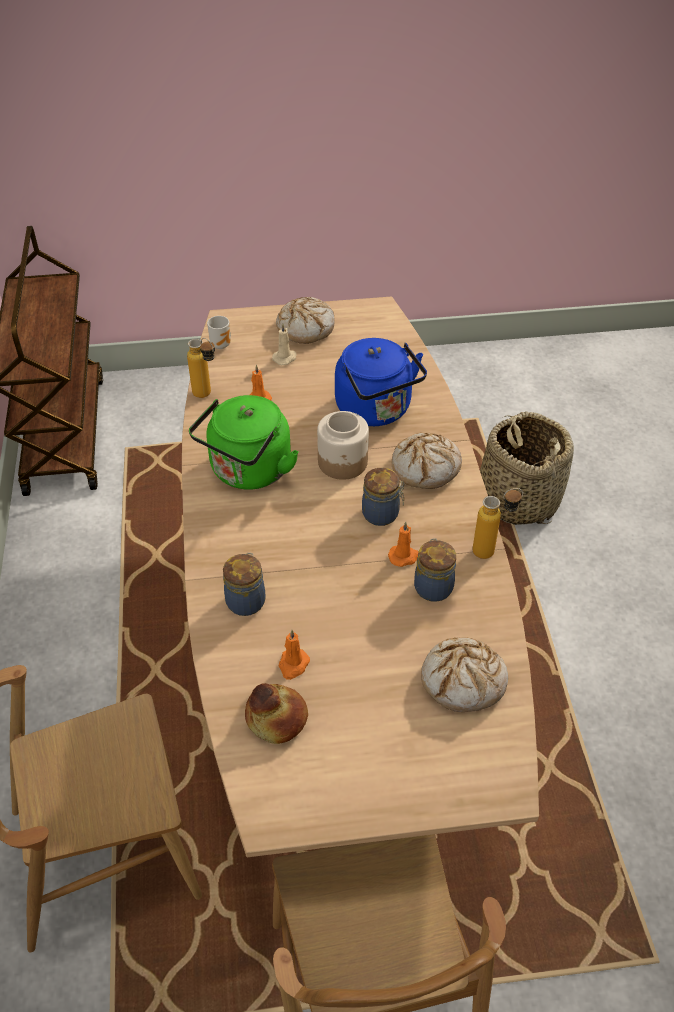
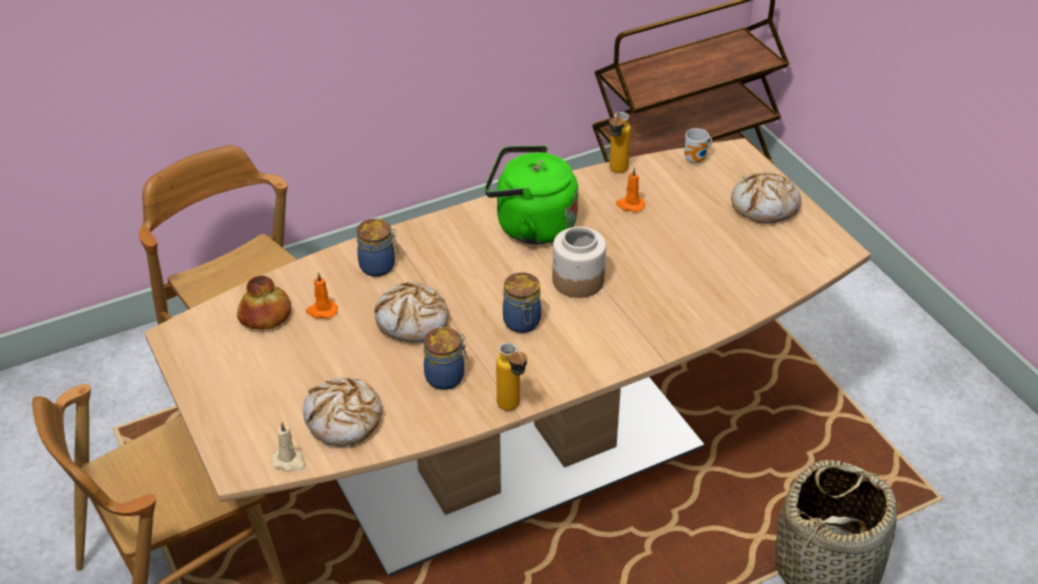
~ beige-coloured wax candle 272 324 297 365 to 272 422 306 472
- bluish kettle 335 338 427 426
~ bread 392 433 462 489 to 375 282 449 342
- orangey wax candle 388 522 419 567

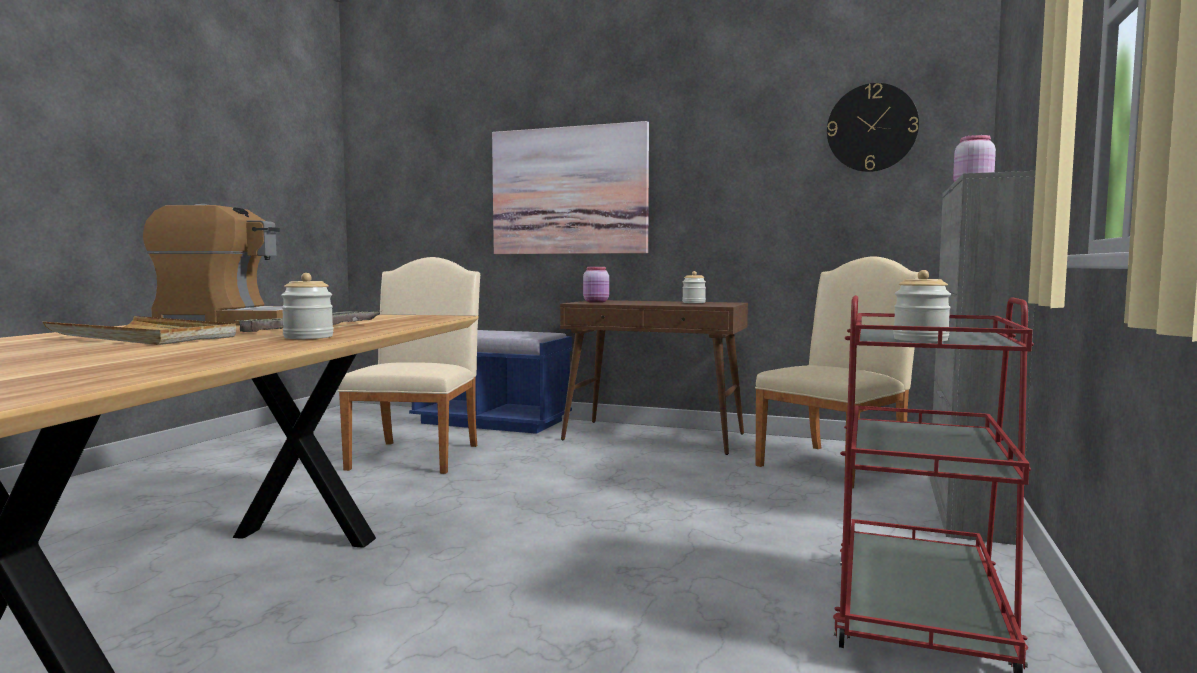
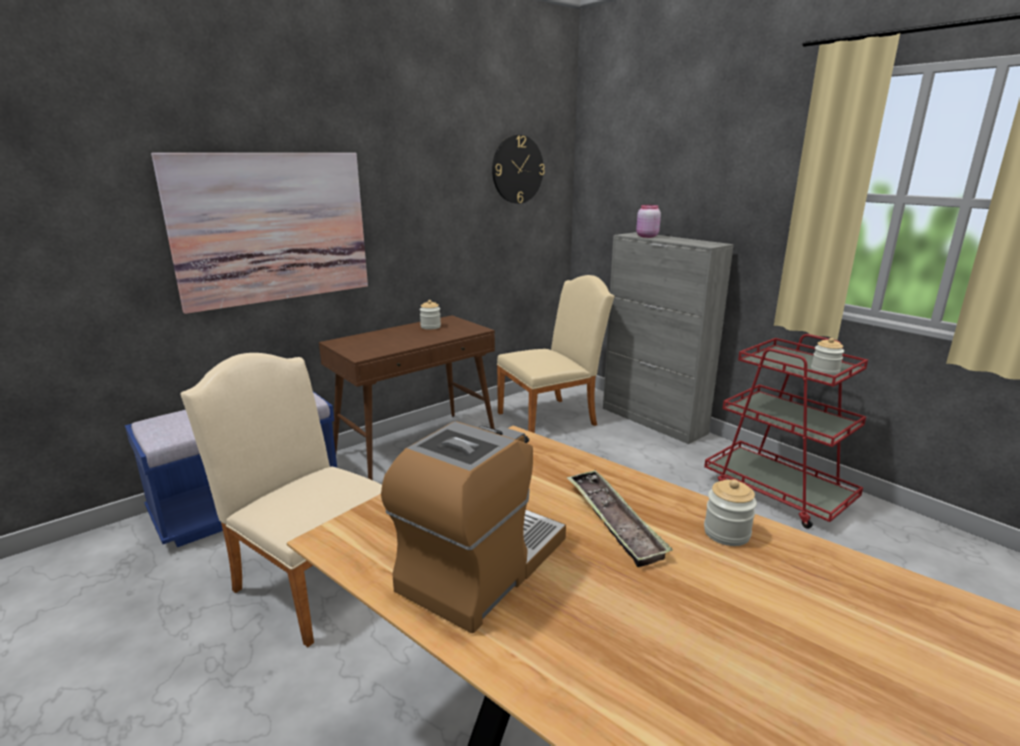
~ beige-coloured plain chair 755 256 919 488 = 497 275 615 433 75 degrees clockwise
- pinkish storage jar 583 267 609 303
- beige-coloured serving tray 43 316 236 345

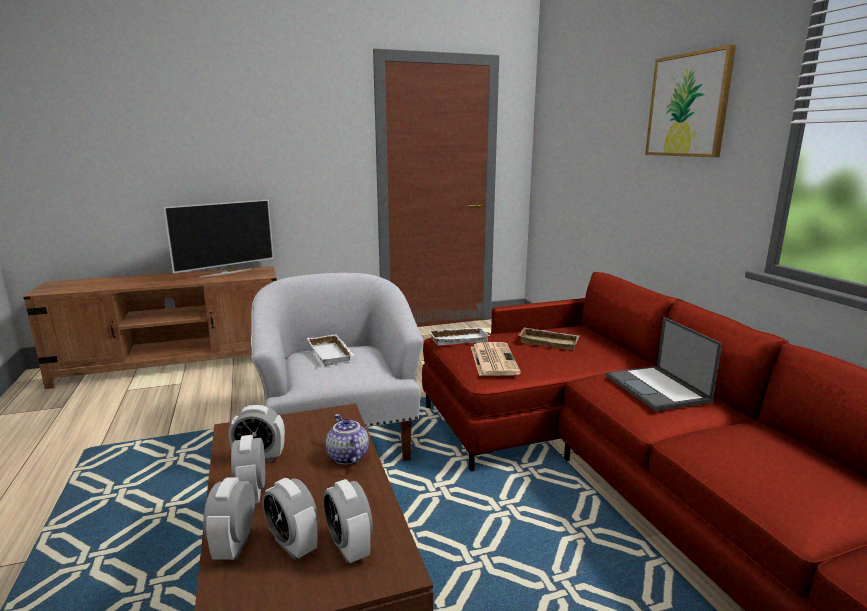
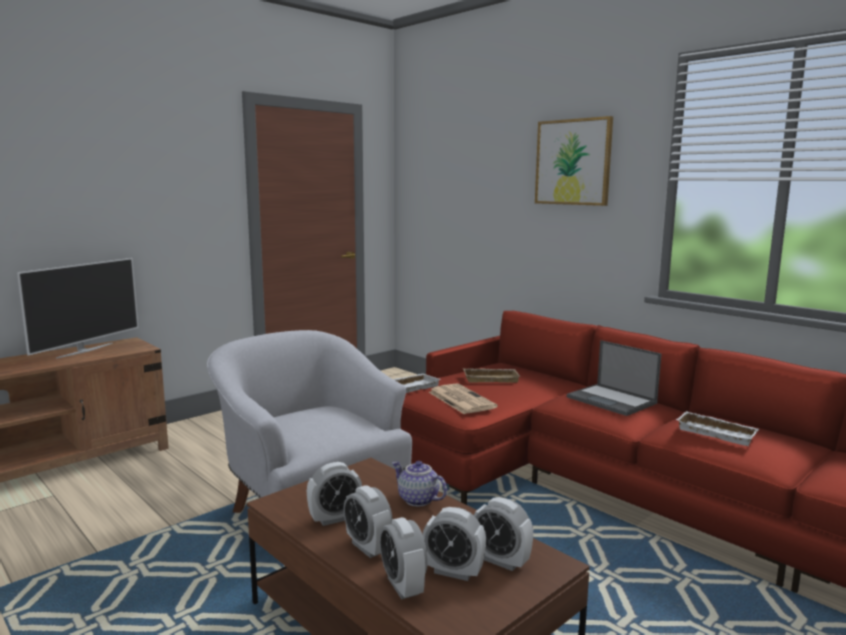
~ white-coloured serving tray 307 334 354 366 to 676 411 759 446

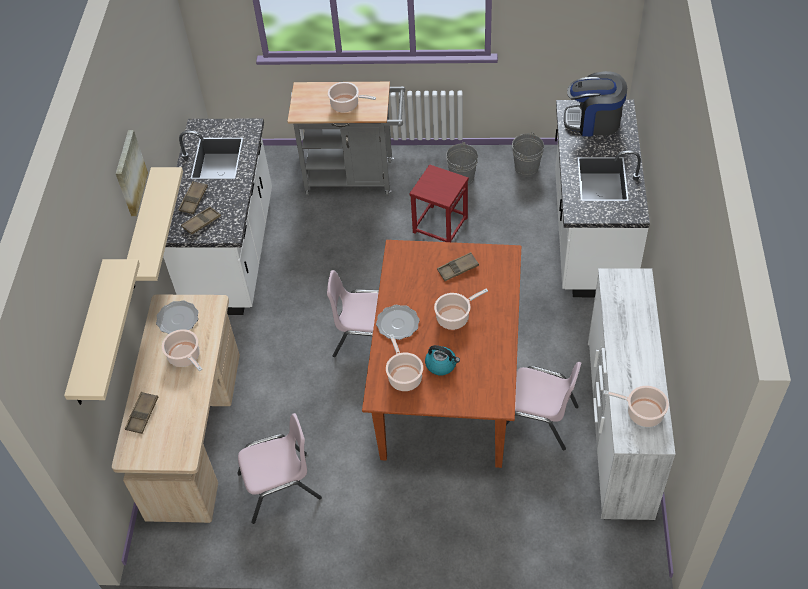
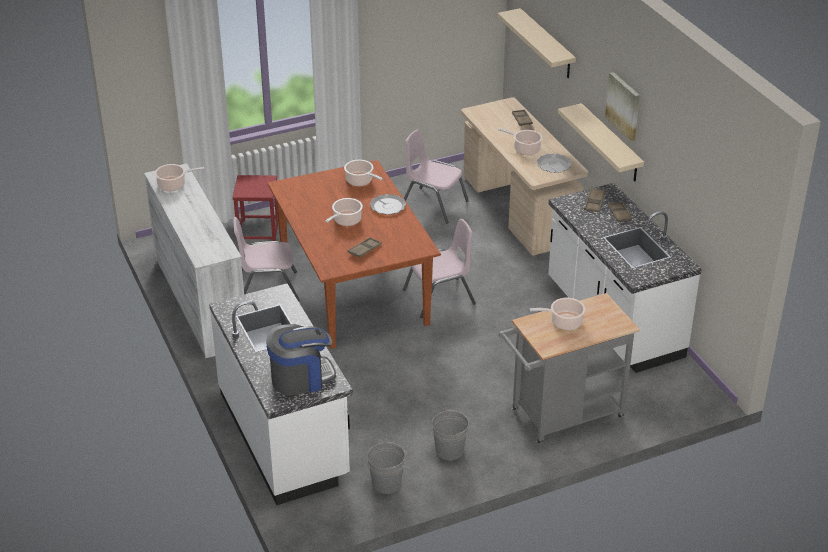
~ red stool 409 165 469 242 to 233 175 278 242
- kettle 425 345 460 375
~ pinkish plain chair 237 413 322 524 = 404 130 469 223 75 degrees clockwise

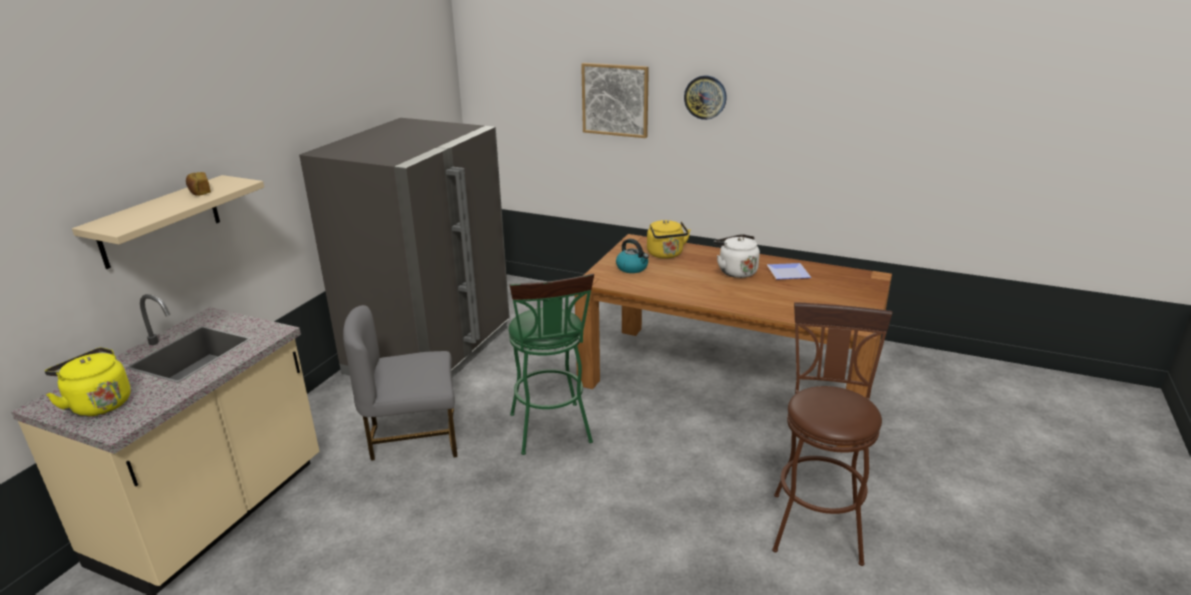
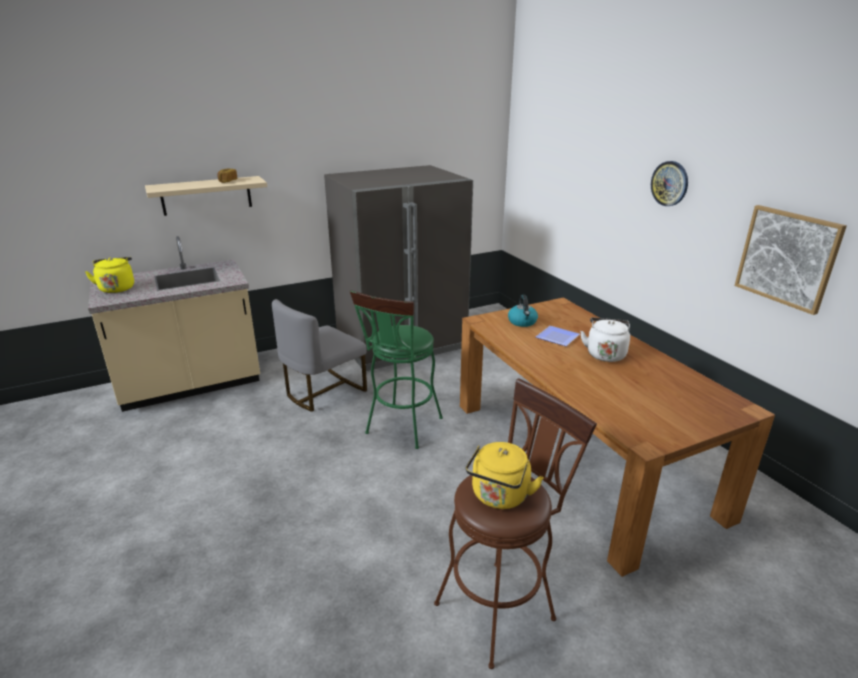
~ wall art 581 63 649 138 to 734 205 847 315
~ yellowish kettle 647 220 691 259 to 466 442 544 509
~ dinner plate 767 263 811 279 to 536 326 580 346
~ greyish plain chair 343 305 457 461 = 272 299 367 412 75 degrees counterclockwise

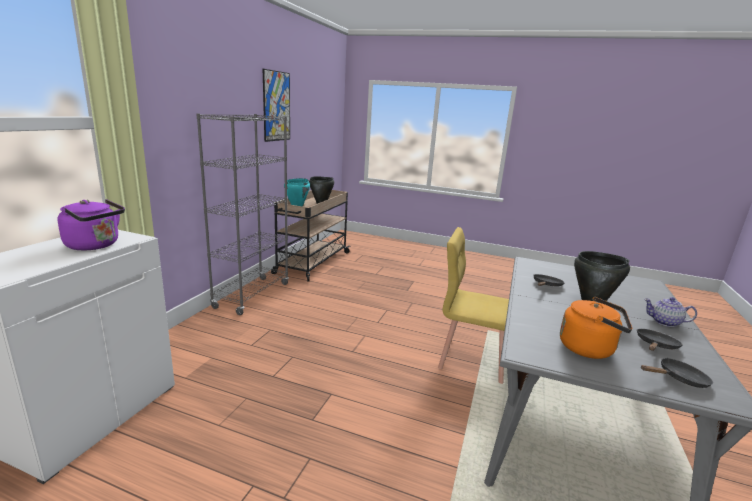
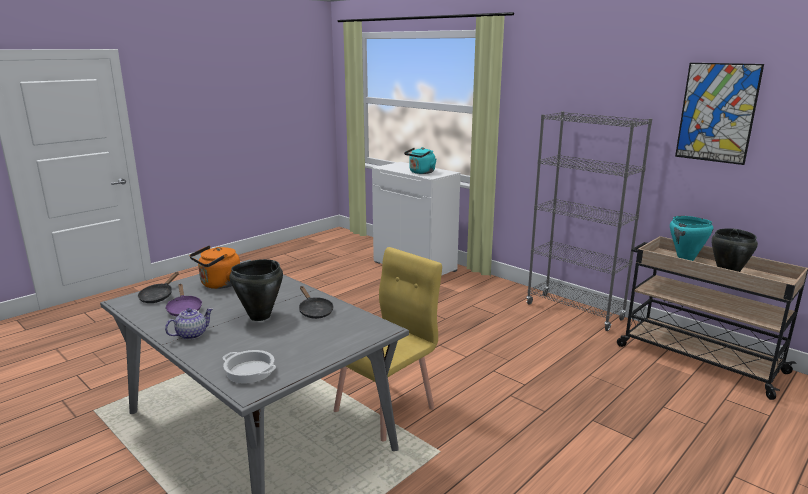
~ purple-coloured kettle 57 199 125 250 to turquoise kettle 404 147 436 174
~ black-coloured frying pan 637 329 683 351 to purple-coloured frying pan 165 284 202 316
+ saucepot 223 350 276 383

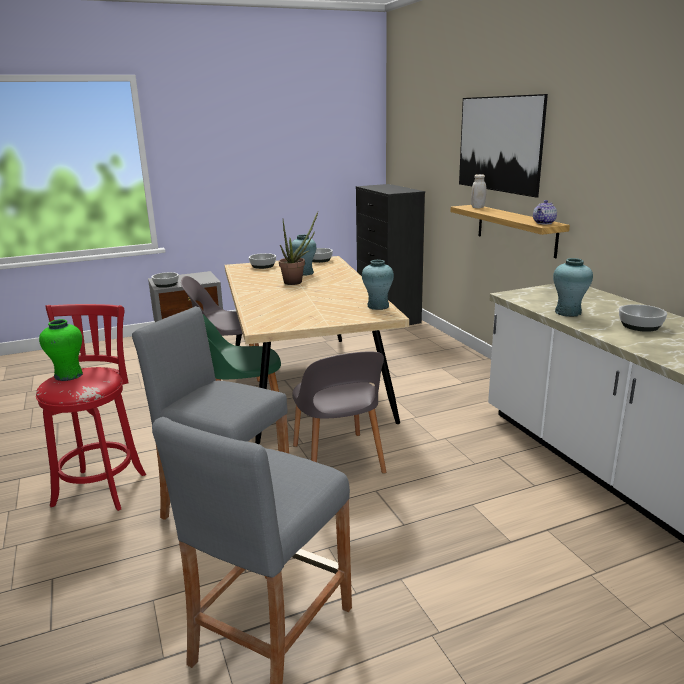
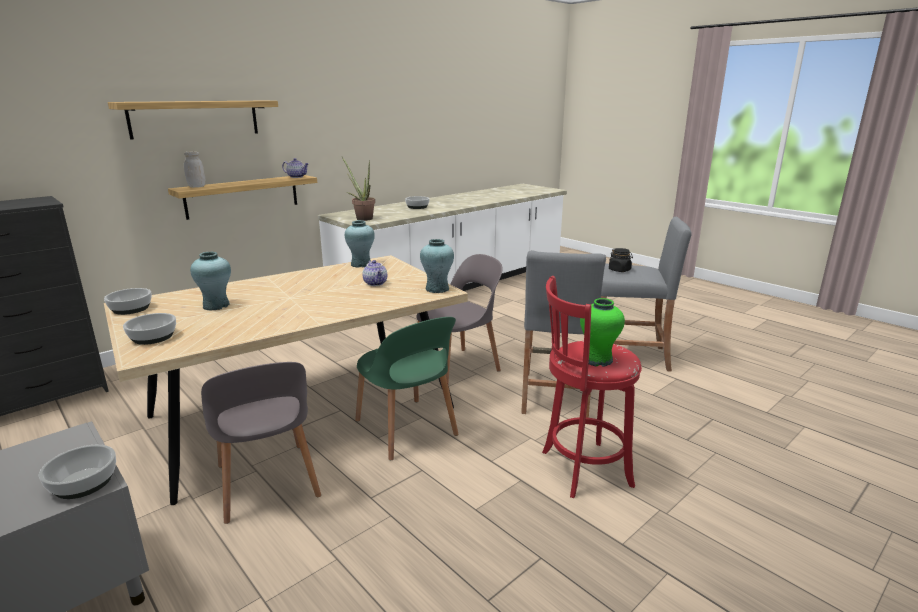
~ wall art 459 94 548 198 to shelf 108 101 278 140
~ houseplant 279 212 318 285 to 342 157 375 221
~ turquoise flower vase 553 258 593 317 to 420 239 454 293
+ black-coloured storage jar 609 248 633 272
+ teapot 363 260 387 286

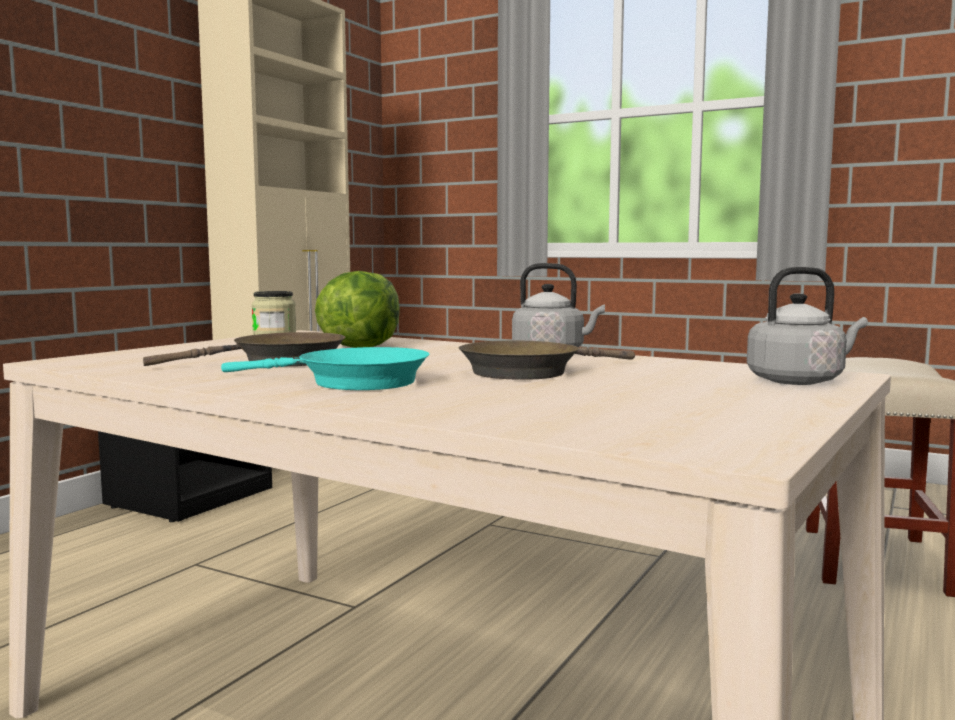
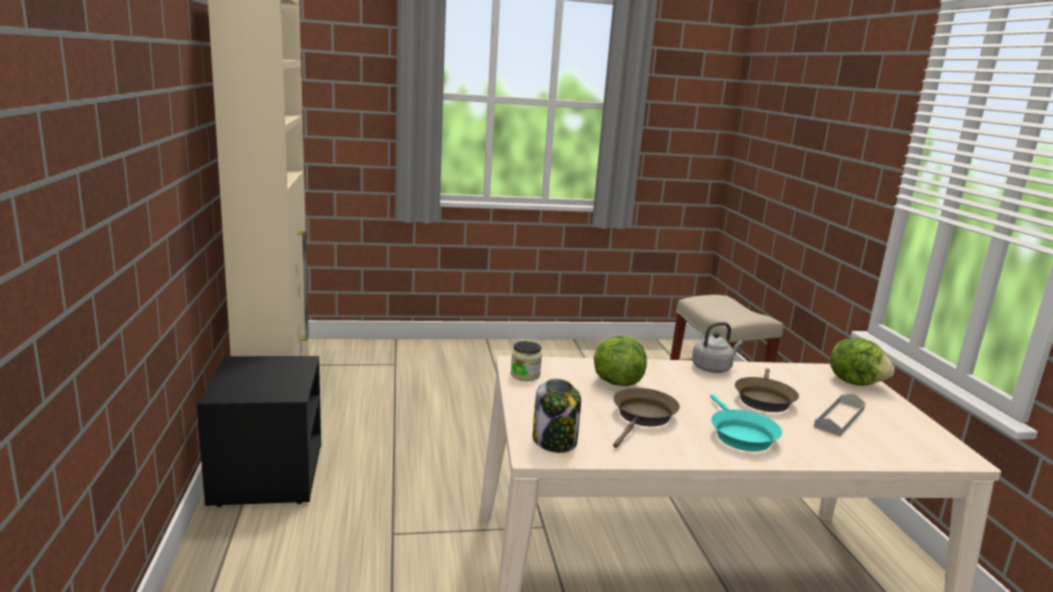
~ greyish kettle 747 267 868 385 to lettuce head 830 338 895 386
~ turquoise frying pan 221 347 430 390 = 710 394 782 451 105 degrees clockwise
+ storage jar 533 379 581 453
+ greyish serving tray 814 394 866 436

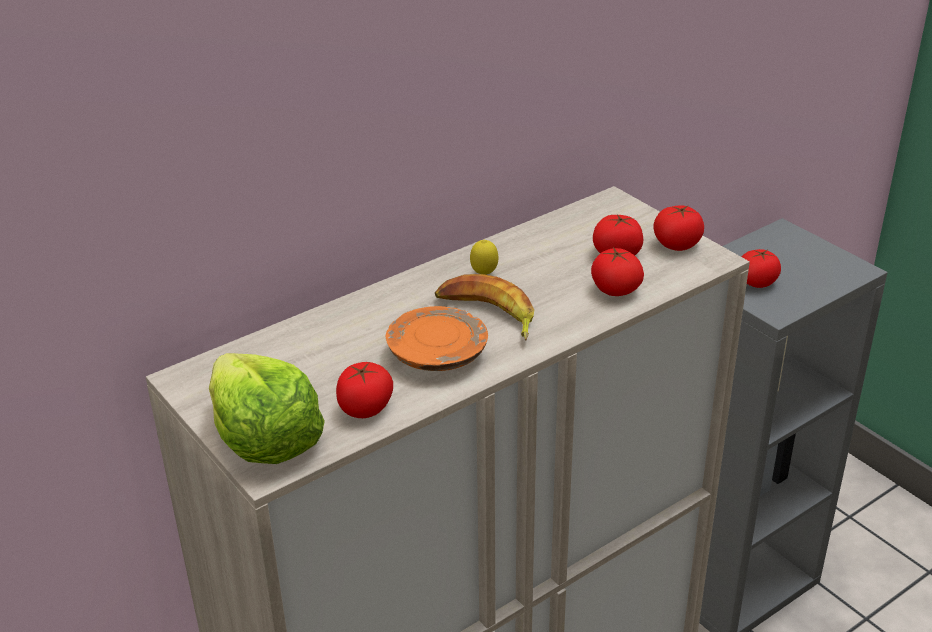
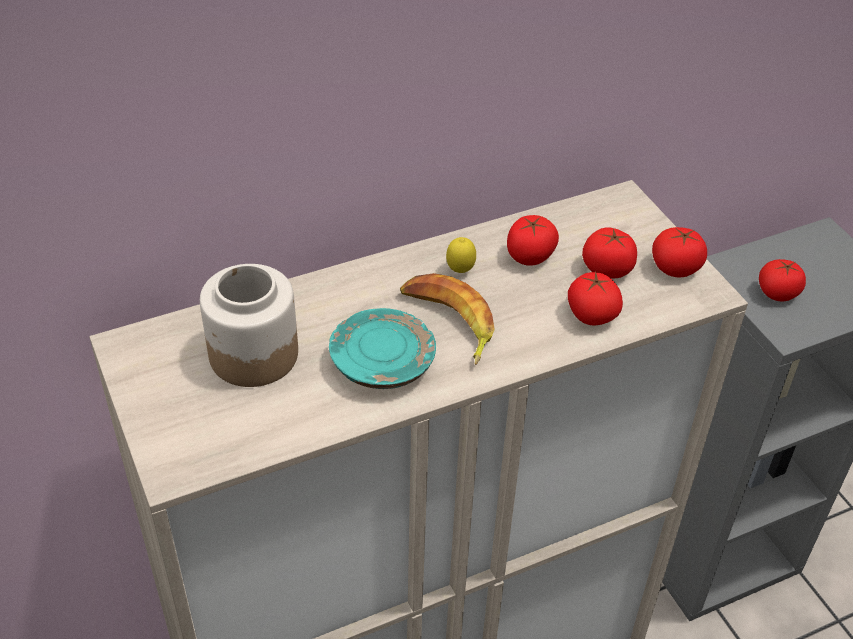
~ orangey dinner plate 386 306 488 371 to turquoise dinner plate 329 308 436 389
- lettuce head 209 353 325 464
~ whole tomato 336 362 393 418 to 507 215 559 266
+ storage jar 200 264 298 387

